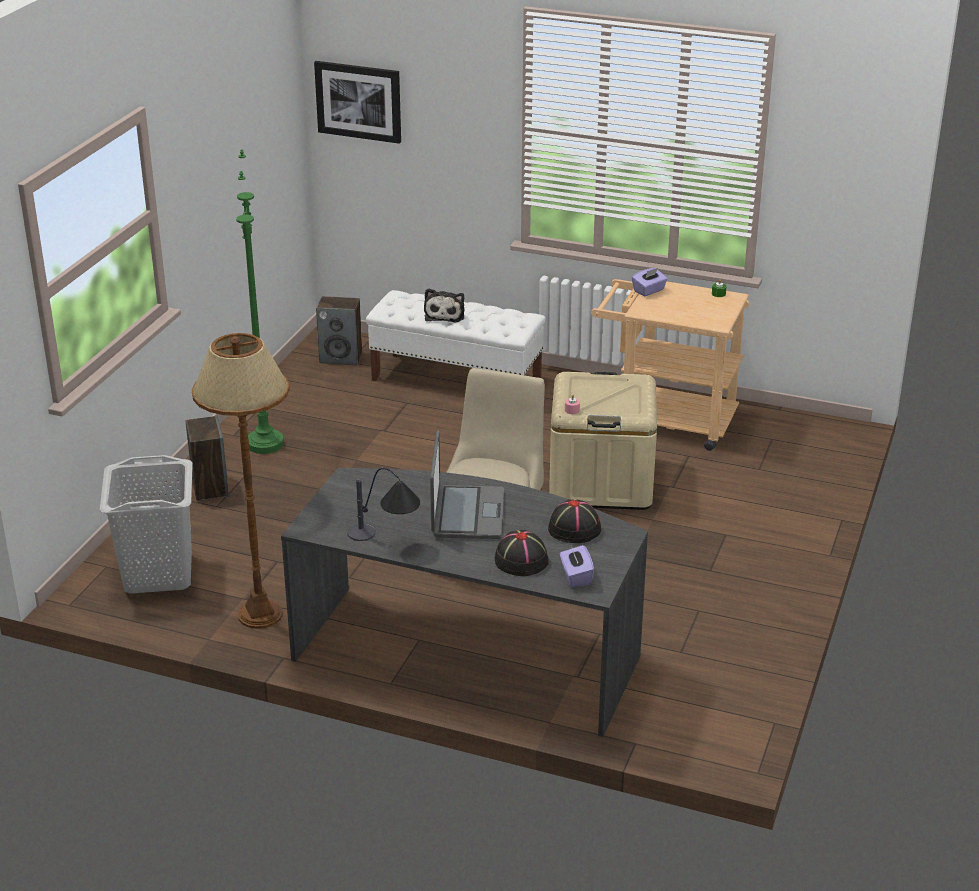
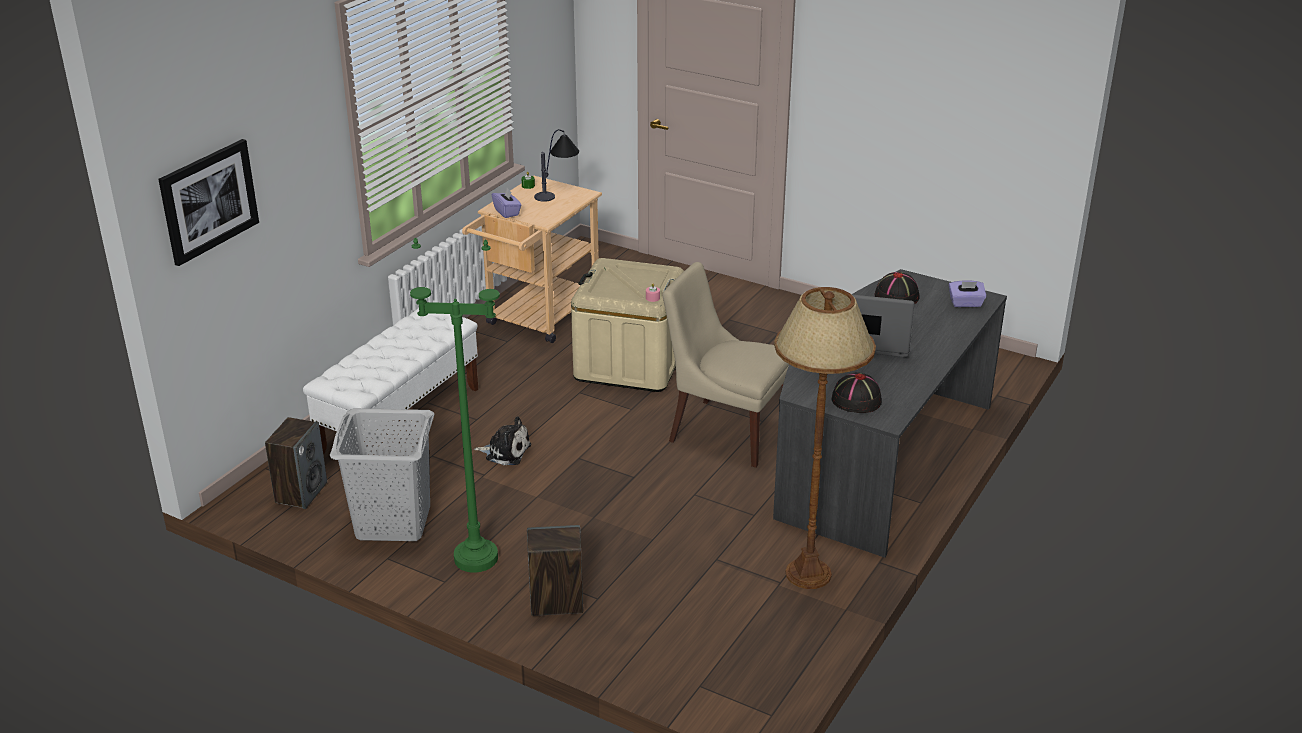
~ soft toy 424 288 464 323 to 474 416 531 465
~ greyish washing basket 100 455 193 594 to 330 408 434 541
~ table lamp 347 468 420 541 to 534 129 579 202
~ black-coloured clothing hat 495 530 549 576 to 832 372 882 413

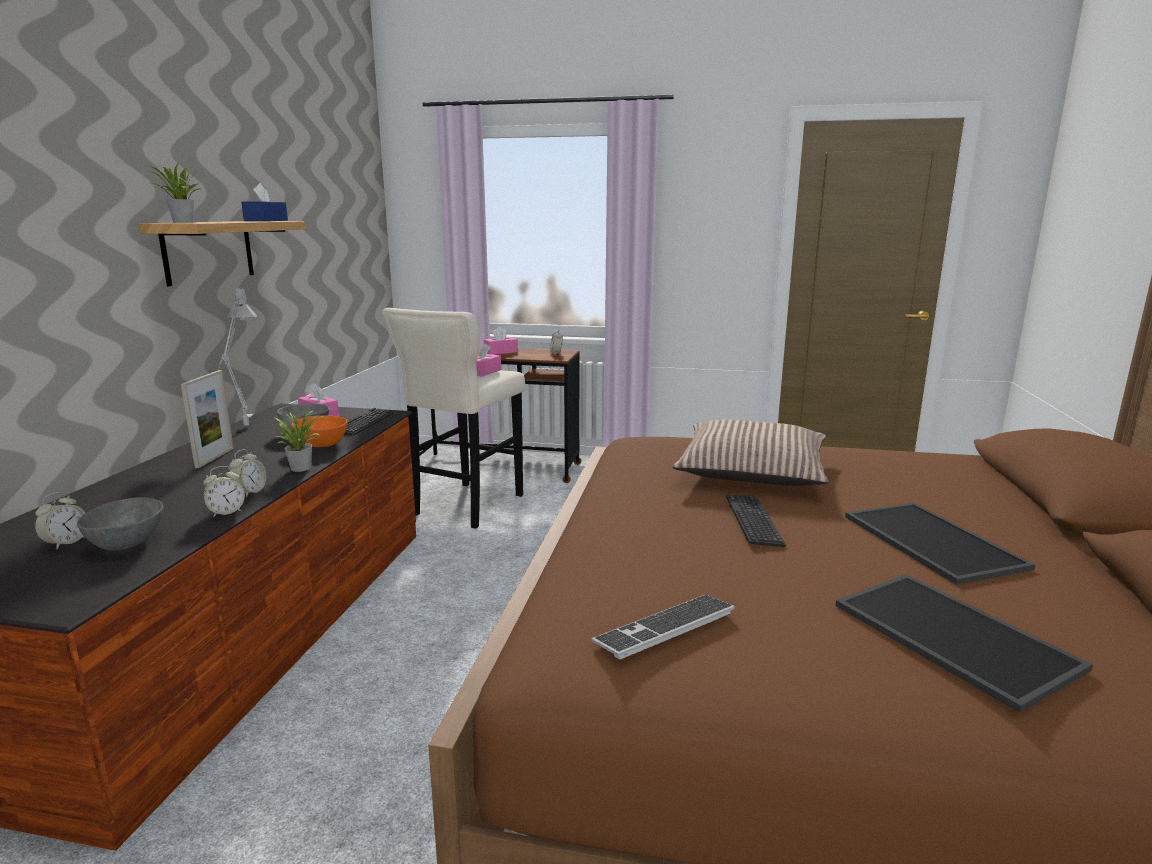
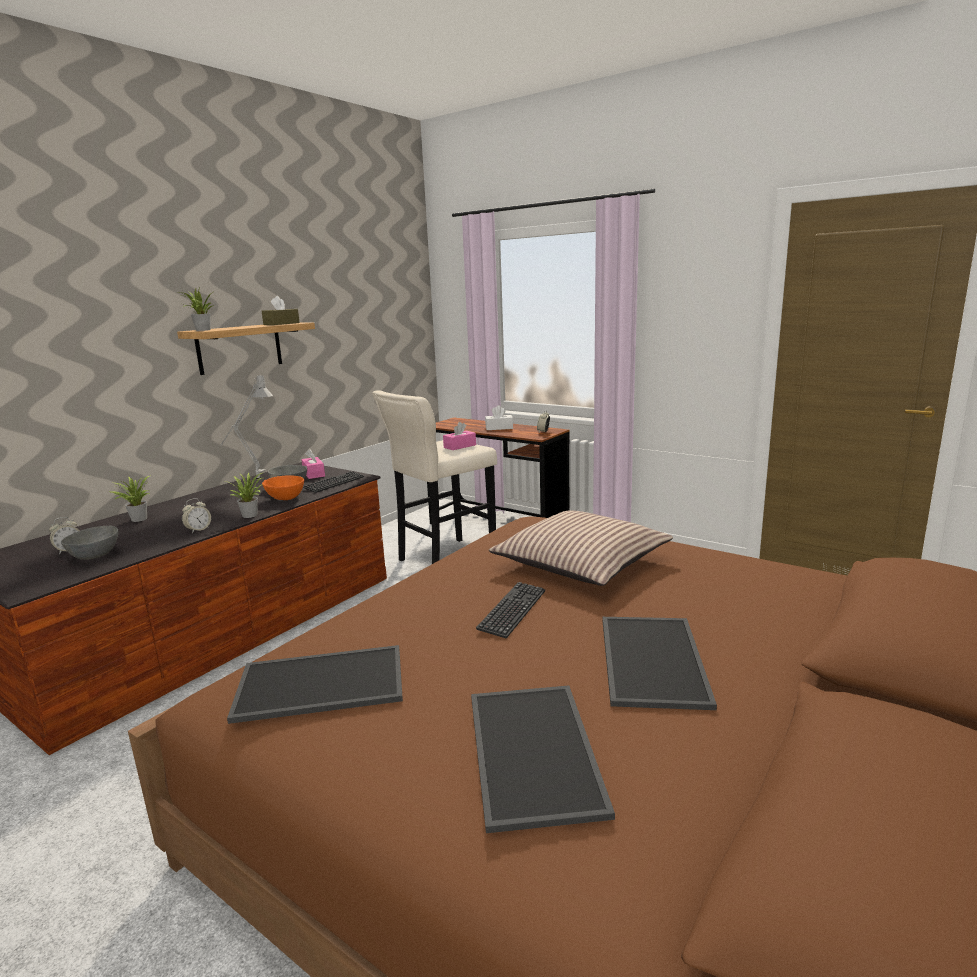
~ bluish tissue holder 241 183 288 221 to brown tissue holder 262 296 300 325
~ pinkish tissue holder 484 326 518 355 to white-coloured tissue holder 485 405 513 430
- standing frame 181 370 234 468
- table clock 203 466 245 518
~ keyboard 592 595 735 660 to serving tray 227 645 403 724
+ houseplant 111 475 151 522

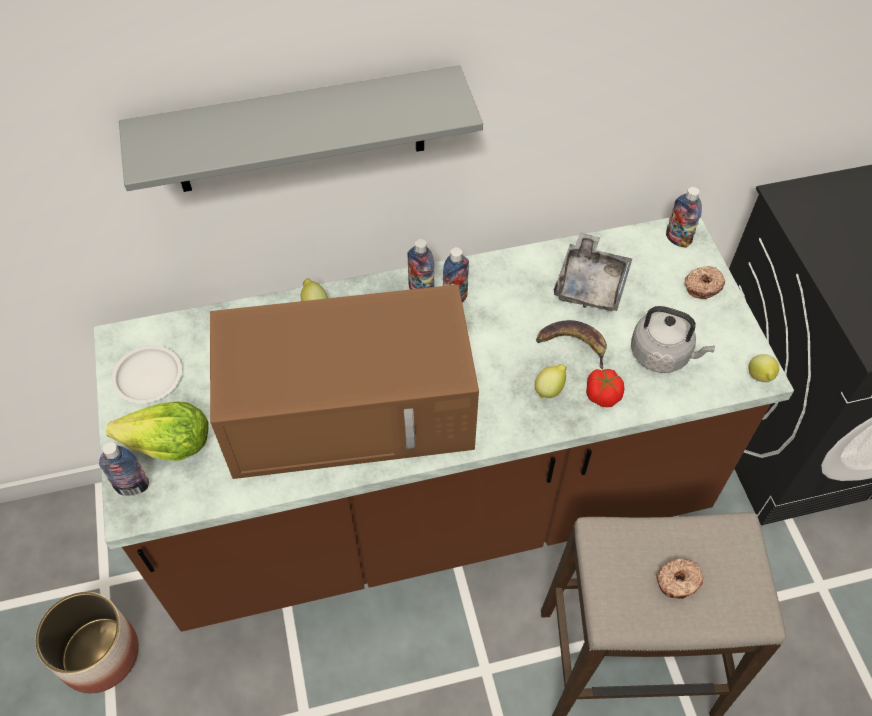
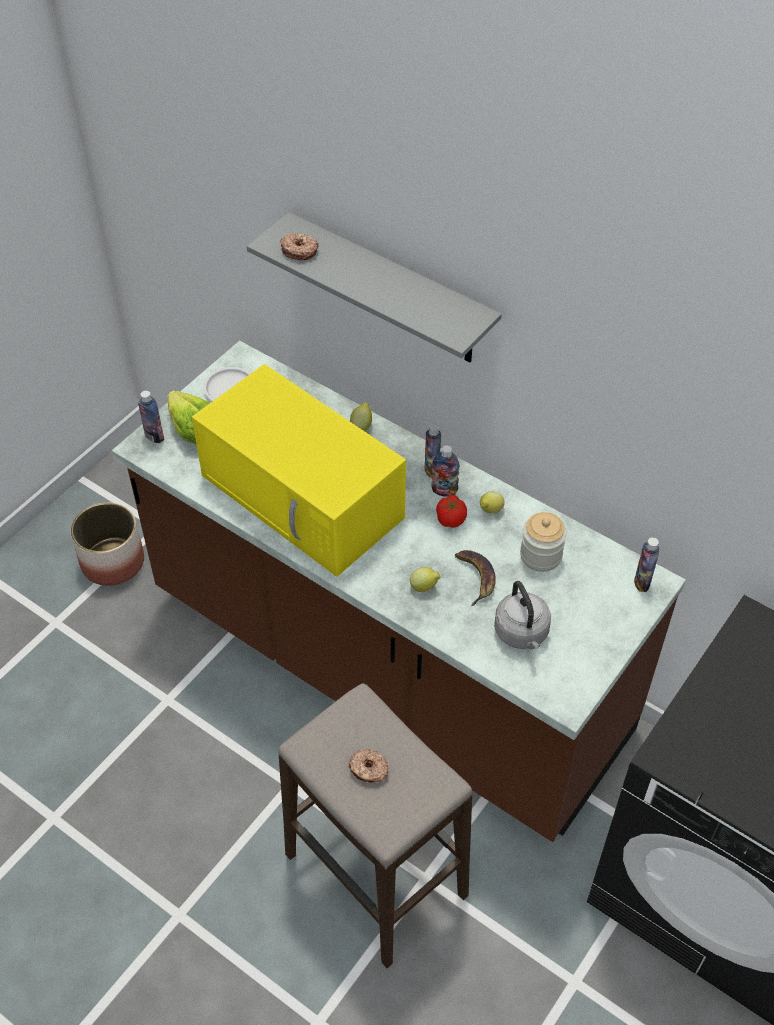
~ greyish serving tray 554 232 632 311 to storage jar 520 512 567 572
~ doughnut 684 266 725 299 to 280 233 319 260
~ brown microwave 210 285 479 479 to yellowish microwave 192 364 406 577
~ whole lemon 749 354 779 382 to 480 491 505 514
~ whole tomato 586 369 624 407 to 436 495 467 528

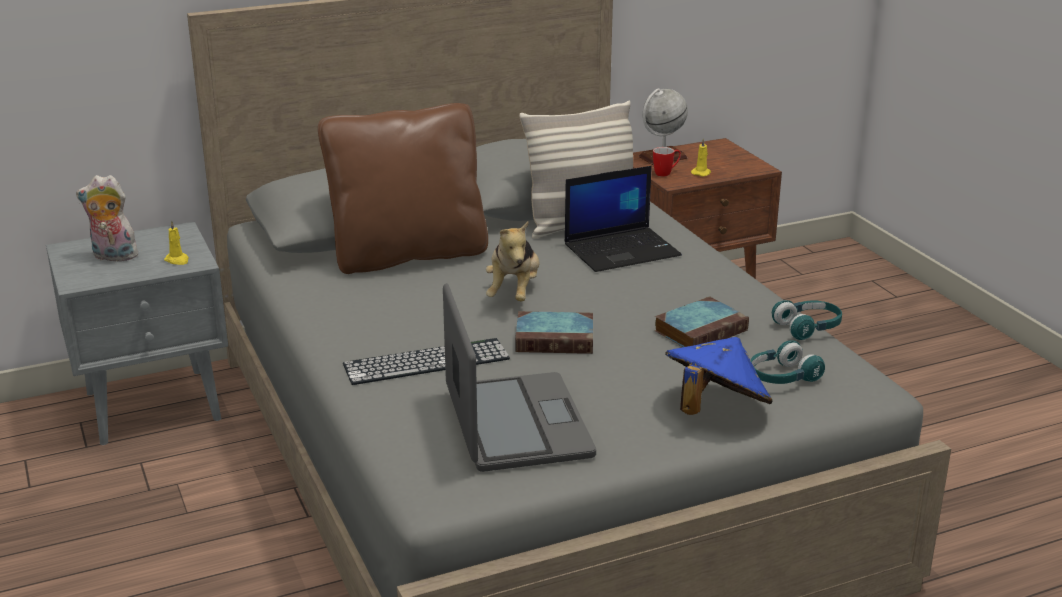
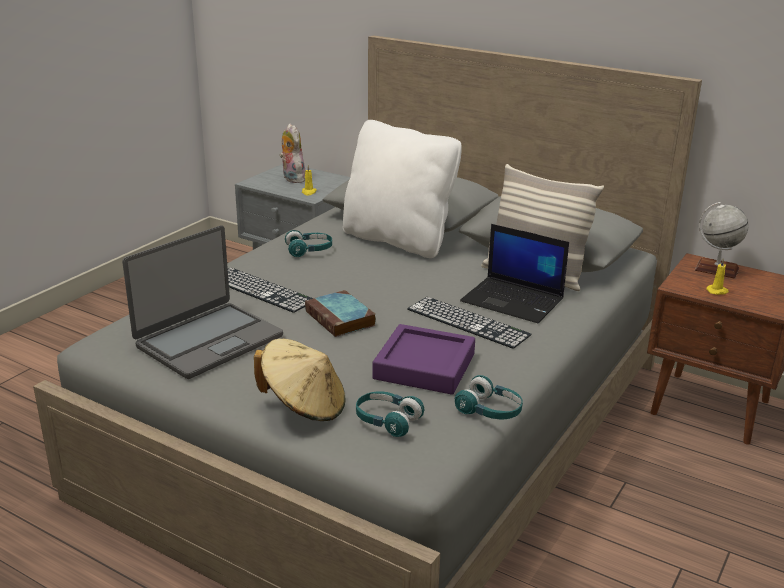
~ brown throw pillow 318 103 488 274 to white-coloured throw pillow 343 120 462 258
- mug 653 147 681 177
- soft toy 486 222 539 301
~ volume 654 296 749 347 to purple-coloured serving tray 372 324 475 395
~ bluish clothing hat 665 337 773 415 to beige-coloured clothing hat 254 339 345 421
+ turquoise headset 285 230 332 257
+ keyboard 407 297 532 349

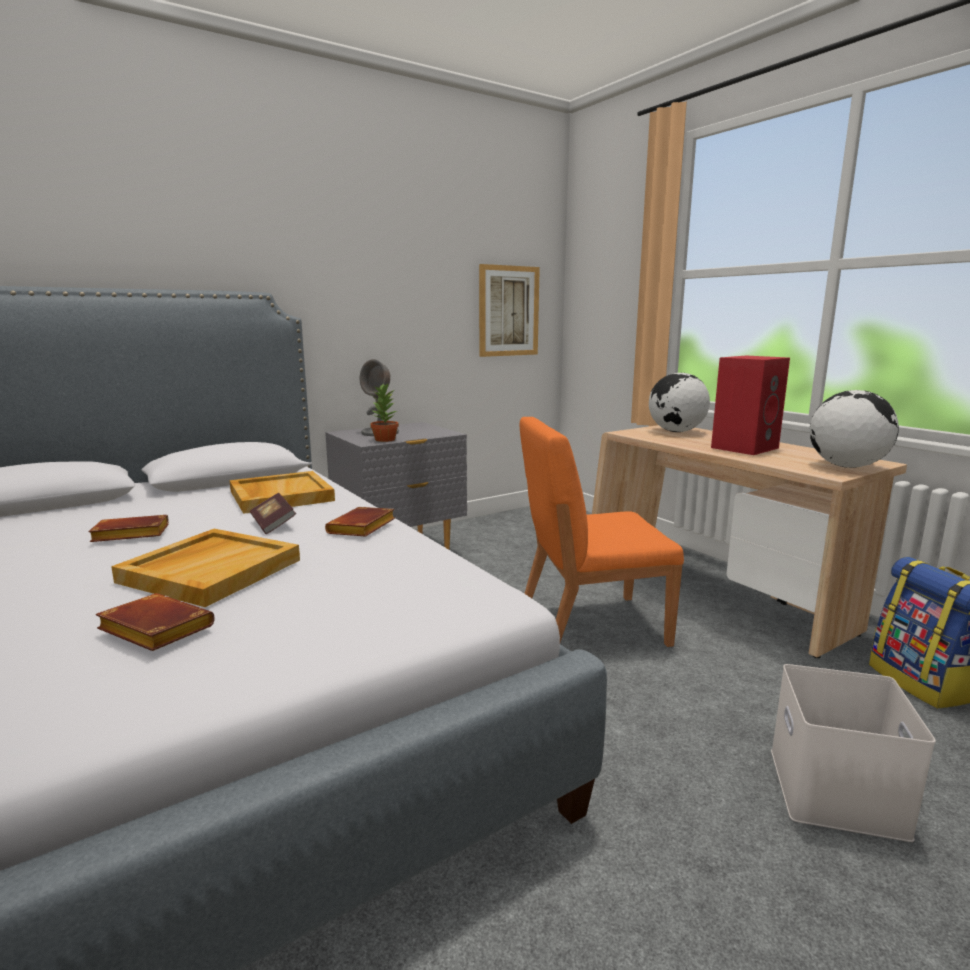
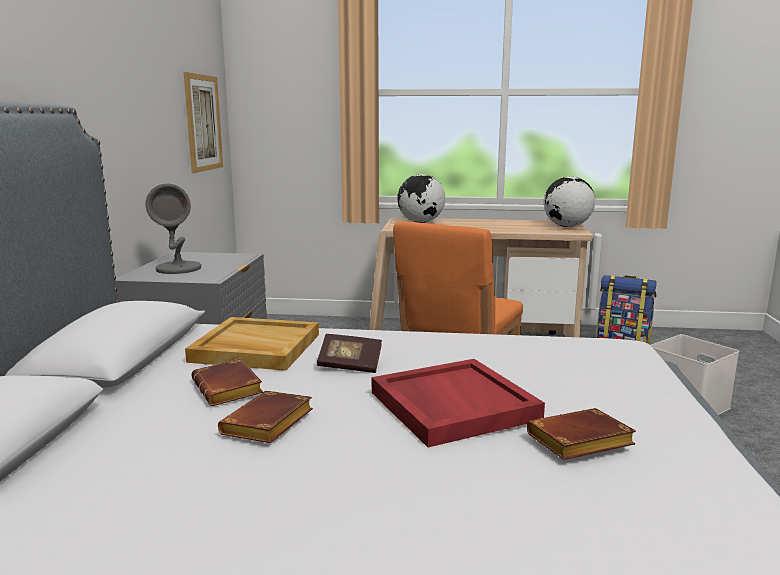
- red loudspeaker 711 356 790 455
- houseplant 370 383 399 442
~ brown volume 325 507 395 537 to 191 359 263 406
~ beige-coloured serving tray 111 529 300 607 to red serving tray 372 359 545 447

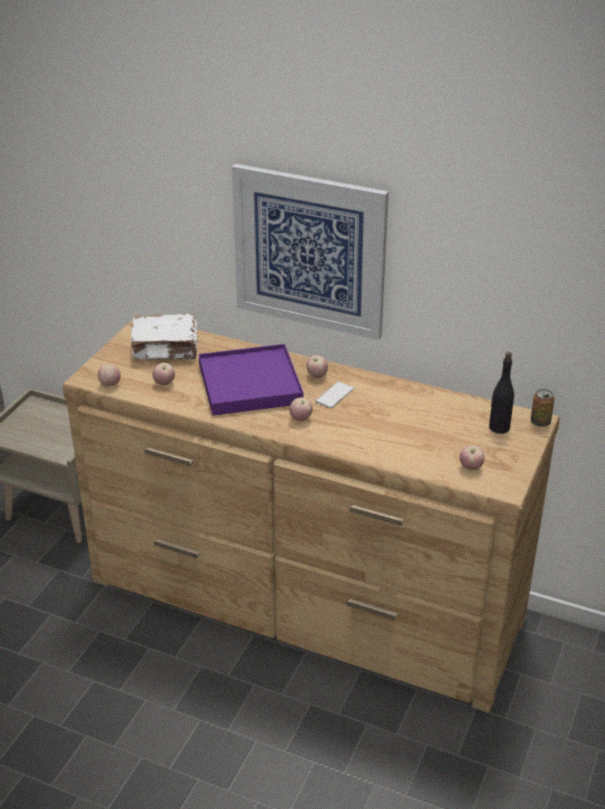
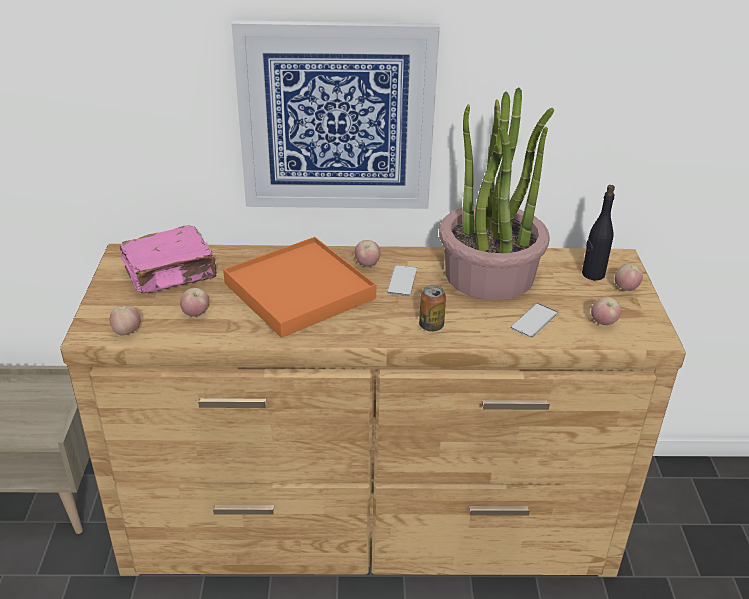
~ white-coloured volume 131 313 198 360 to pinkish volume 120 225 218 293
~ purple-coloured serving tray 199 344 303 416 to orangey serving tray 223 237 377 338
~ sealed can 531 389 554 427 to 419 285 446 332
~ whole apple 290 397 313 421 to 615 264 643 291
+ houseplant 439 88 555 300
+ handset 511 303 558 337

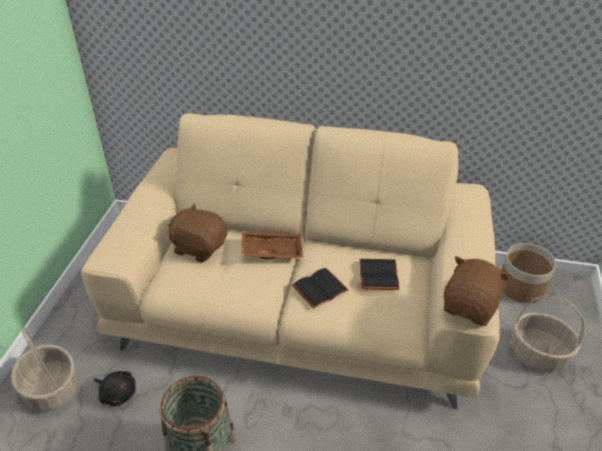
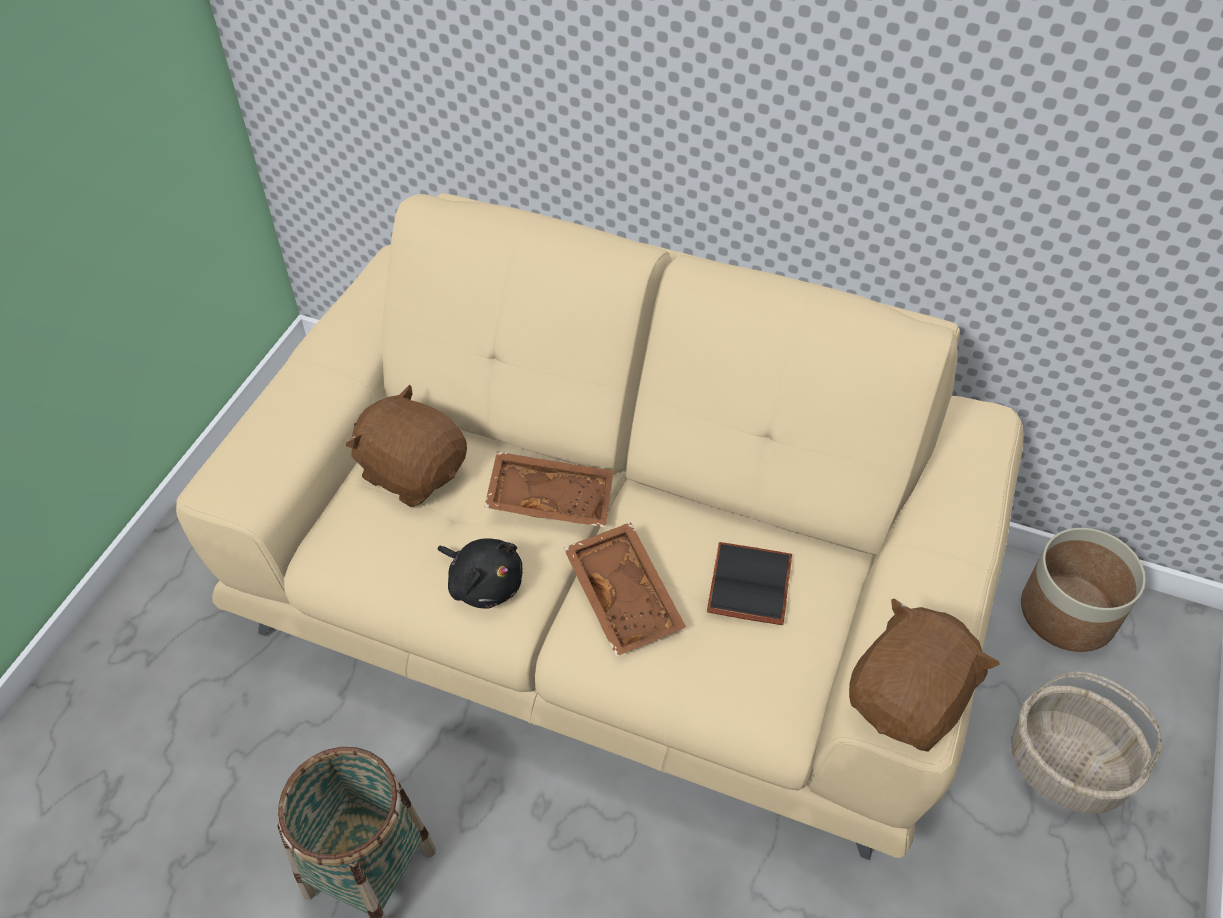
~ black-coloured volume 292 268 349 309 to brown serving tray 564 522 686 656
- household basket 11 327 78 411
~ black-coloured soft toy 94 371 136 406 to 438 538 522 609

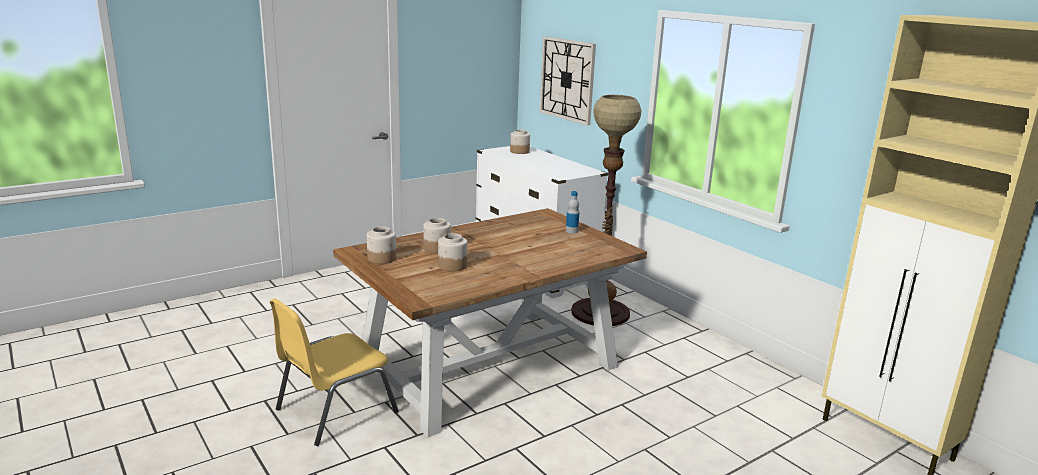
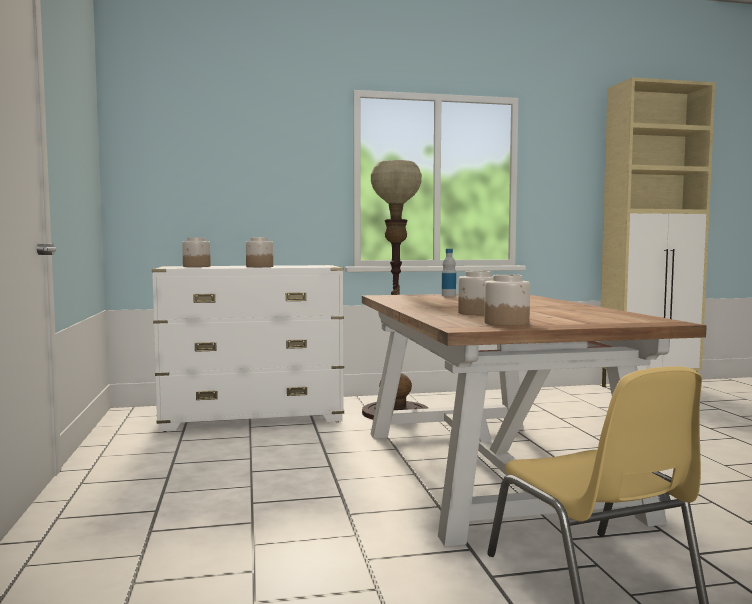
- clock on the wall 540 36 596 125
~ storage jar 438 233 467 271 to 246 237 273 267

